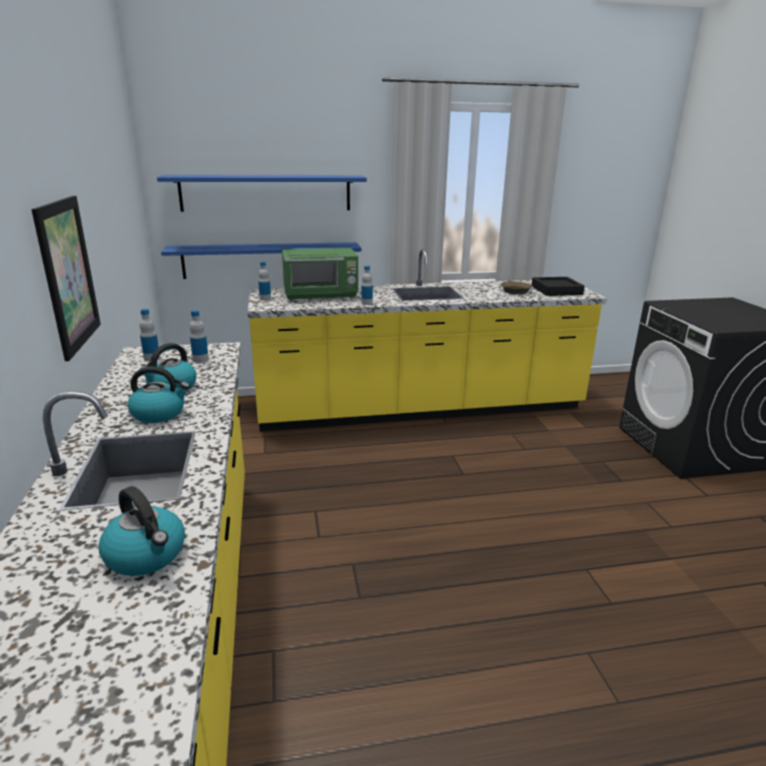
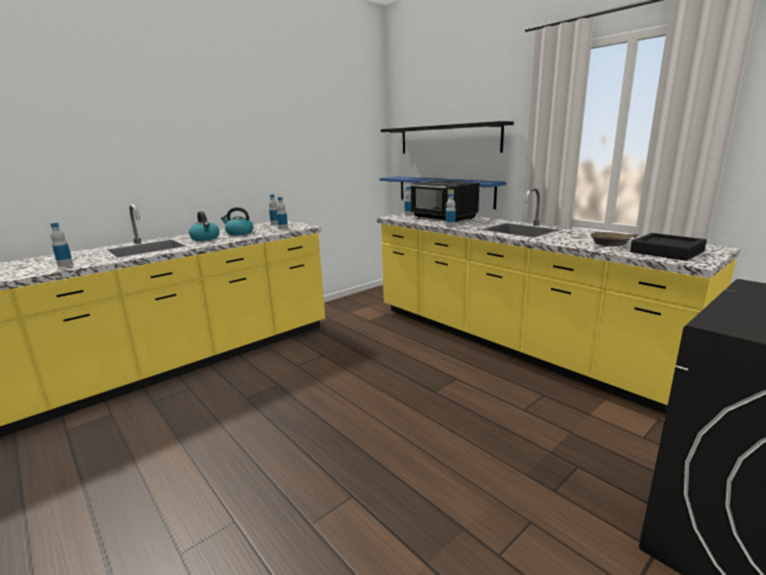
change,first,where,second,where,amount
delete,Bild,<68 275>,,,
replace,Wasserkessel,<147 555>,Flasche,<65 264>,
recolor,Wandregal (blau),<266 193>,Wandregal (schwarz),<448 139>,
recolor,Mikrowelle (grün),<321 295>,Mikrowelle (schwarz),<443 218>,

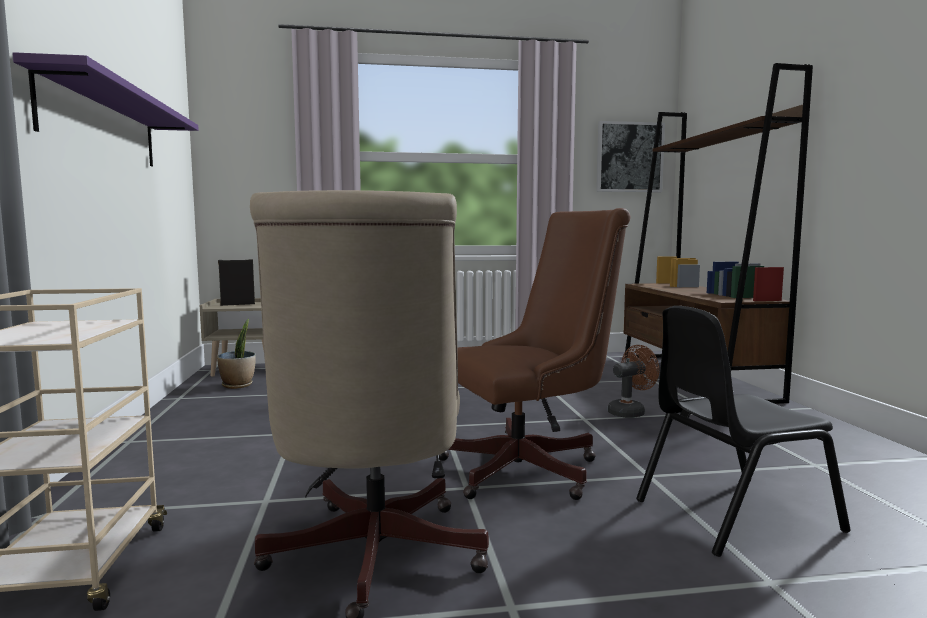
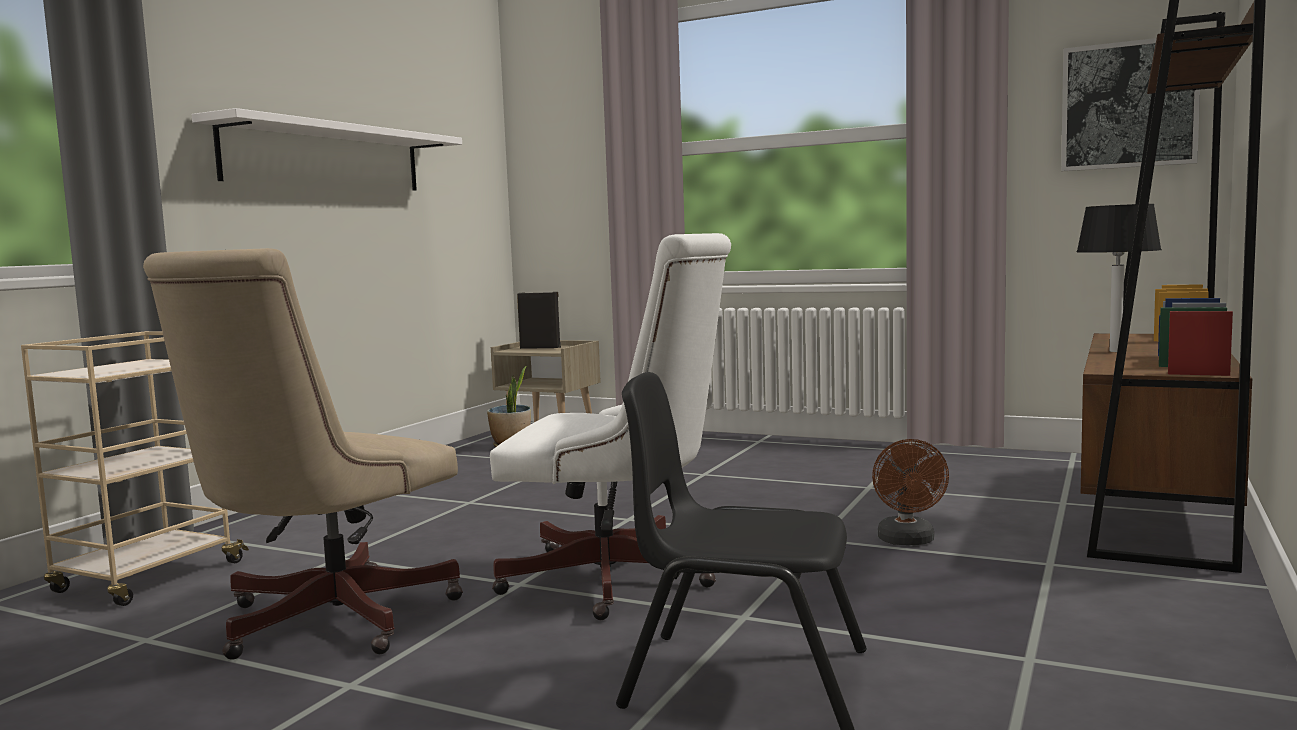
change,first,where,second,where,amount
recolor,Wandregal (lila),<102 124>,Wandregal (weiß),<326 158>,
recolor,Bürostuhl (braun),<530 469>,Bürostuhl (weiß),<621 581>,
rotate,Ventilator (braun),<630 412>,,<908 541>,90 degrees clockwise
insert,,,Tischlampe,<1114 351>,

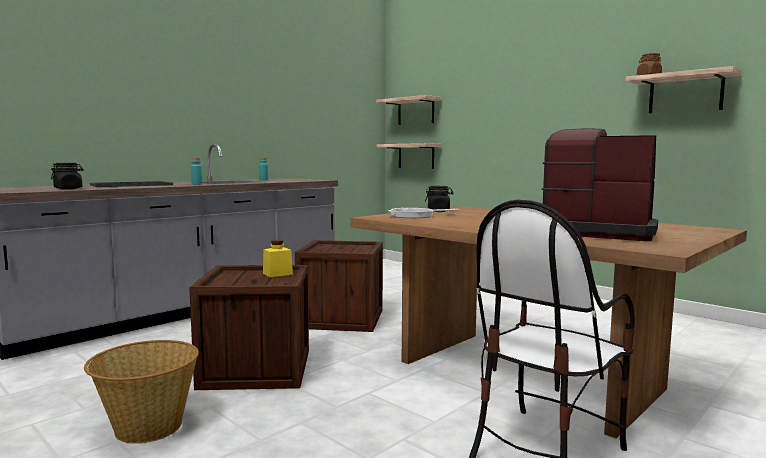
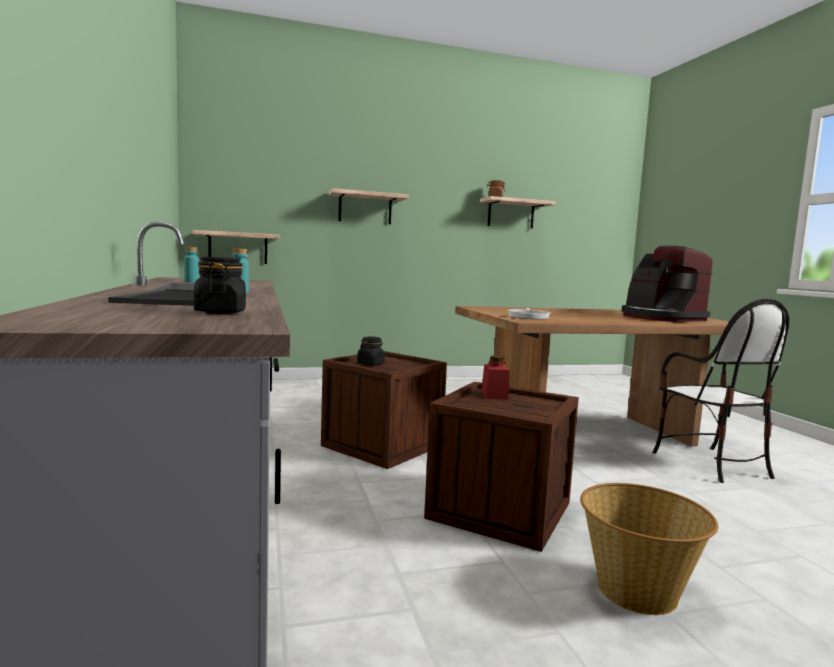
change,first,where,second,where,amount
recolor,Vorratsglas (gelb),<277 274>,Vorratsglas (rot),<494 395>,
move,Wandregal,<416 111>,,<365 208>,
move,Vorratsglas (schwarz),<438 211>,,<371 364>,
rotate,Kaffeemaschine,<596 232>,,<660 318>,90 degrees counterclockwise

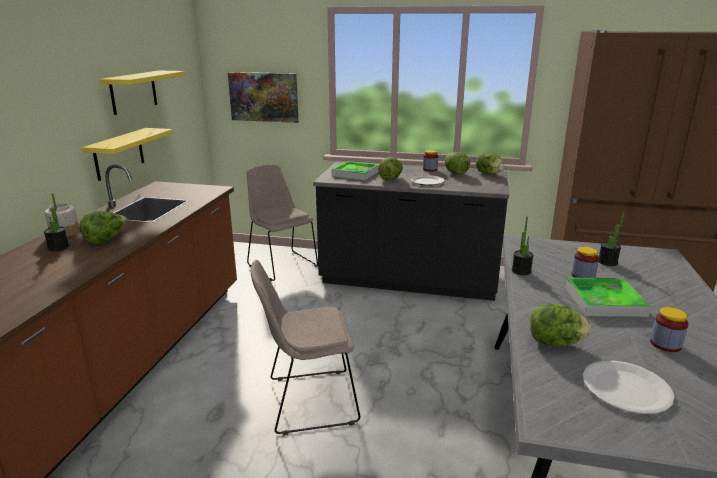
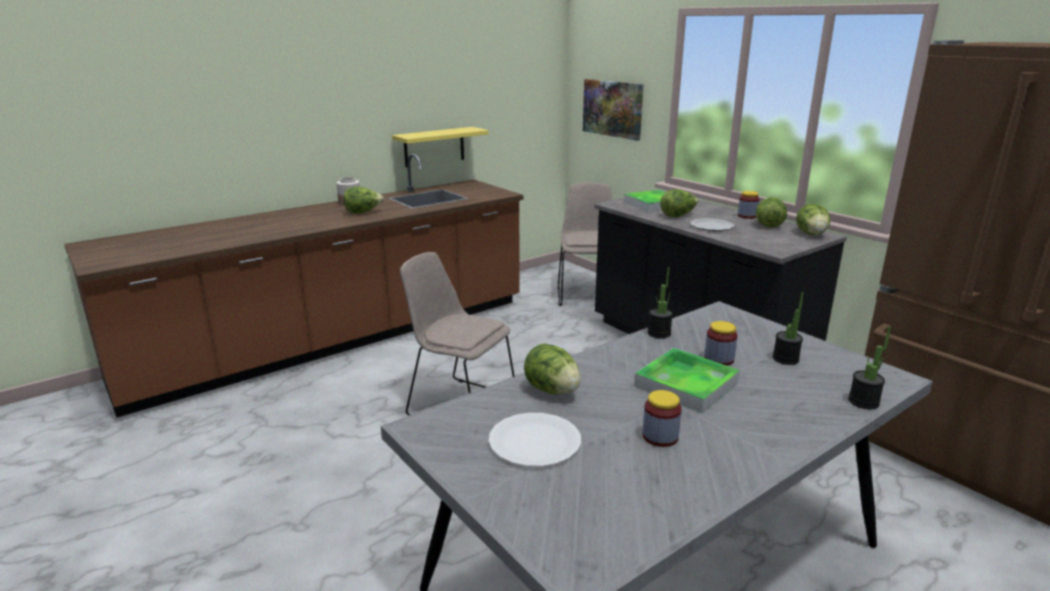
change,first,where,second,where,amount
move,Topfpflanze,<58 247>,,<863 402>,
delete,Wandregal (gelb),<133 92>,,,

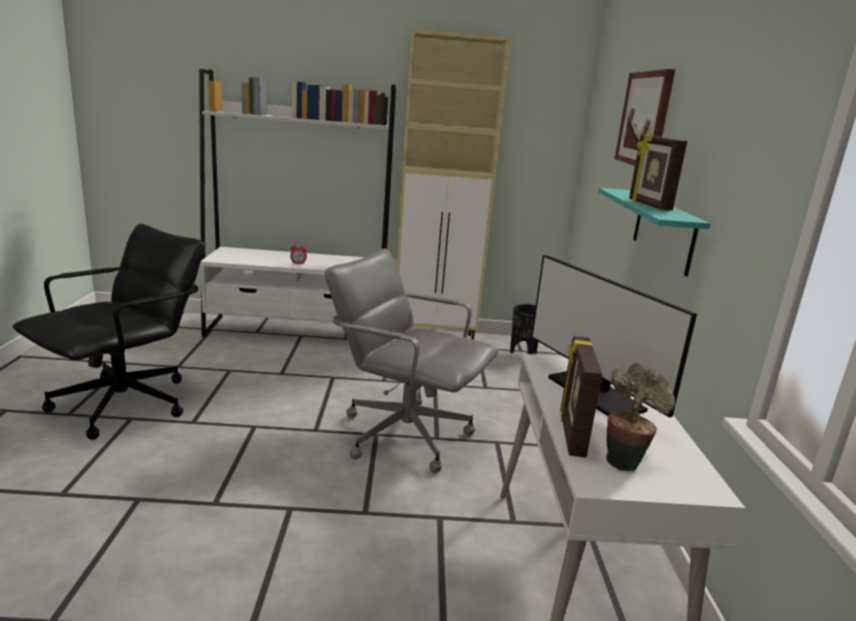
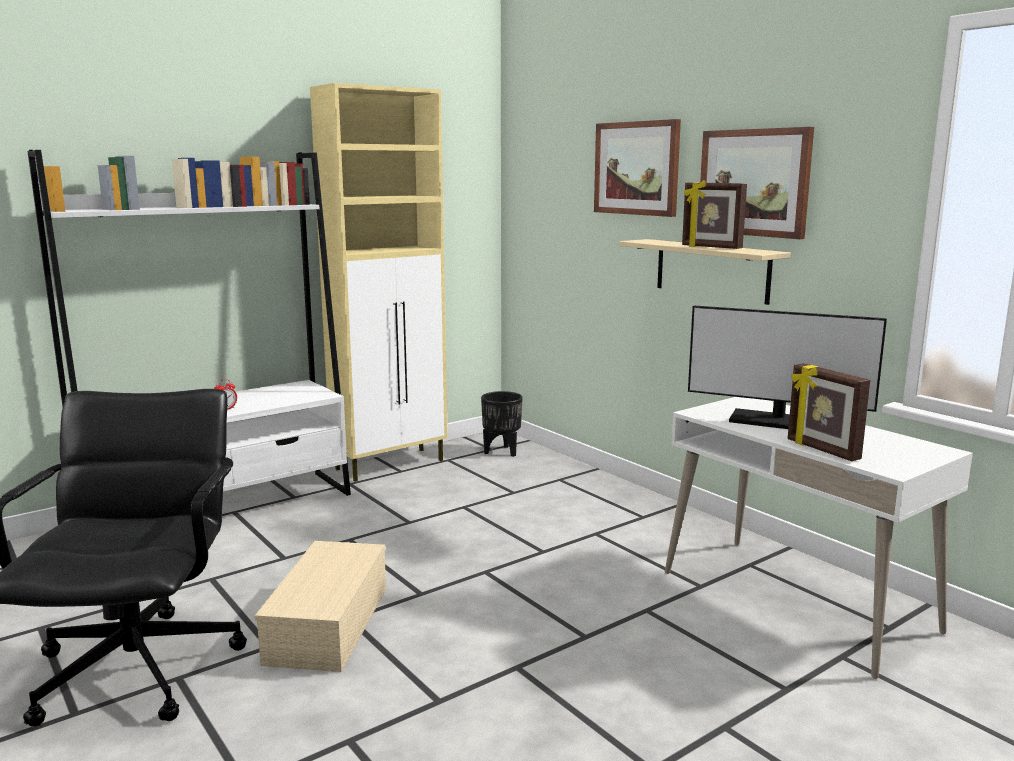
change,first,where,second,where,amount
delete,Bürostuhl (grau),<404 434>,,,
recolor,Wandregal (türkis),<663 230>,Wandregal (beige),<711 270>,
delete,Topfpflanze,<624 460>,,,
insert,,,Aufbewahrungsbox (beige),<329 625>,
insert,,,Bild,<754 182>,

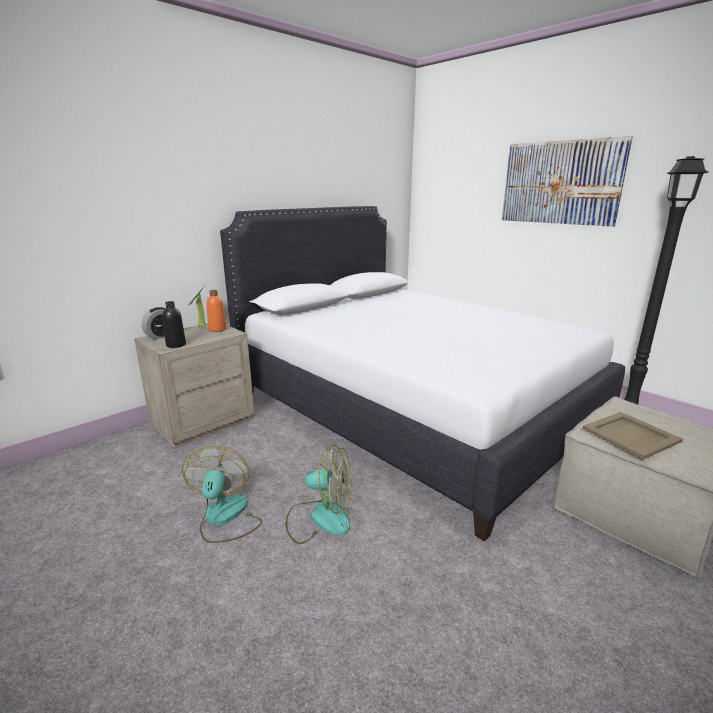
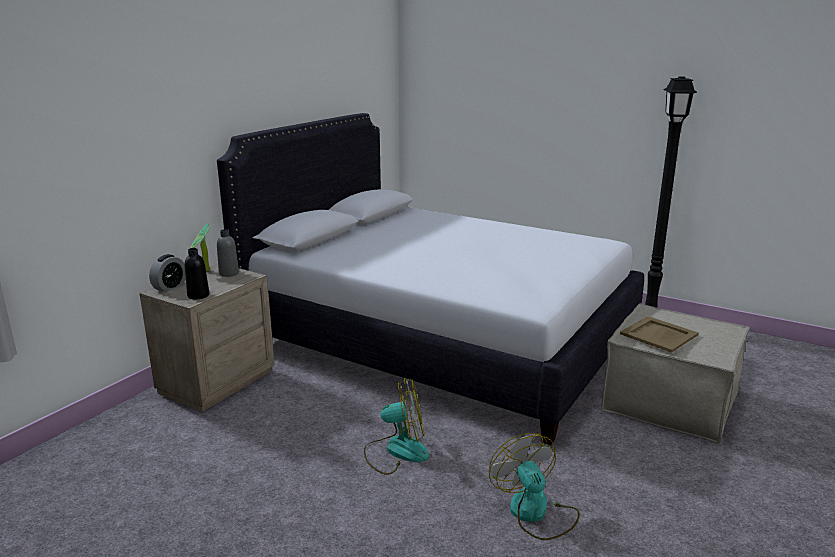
change,first,where,second,where,amount
move,Ventilator,<225 518>,,<535 513>,
recolor,Flasche (orange),<217 329>,Flasche (grau),<229 273>,
delete,Bild,<560 183>,,,

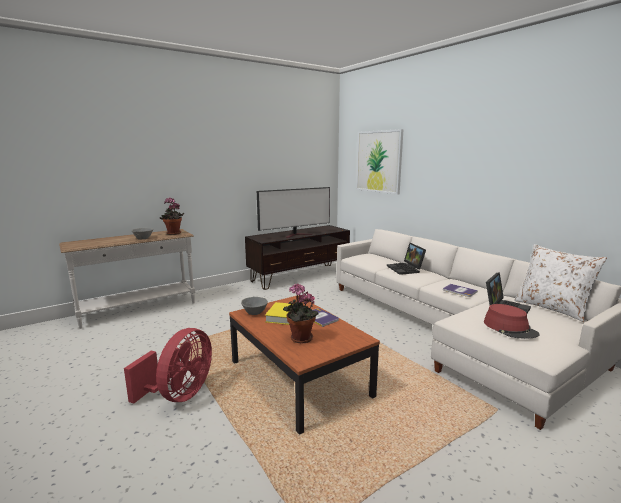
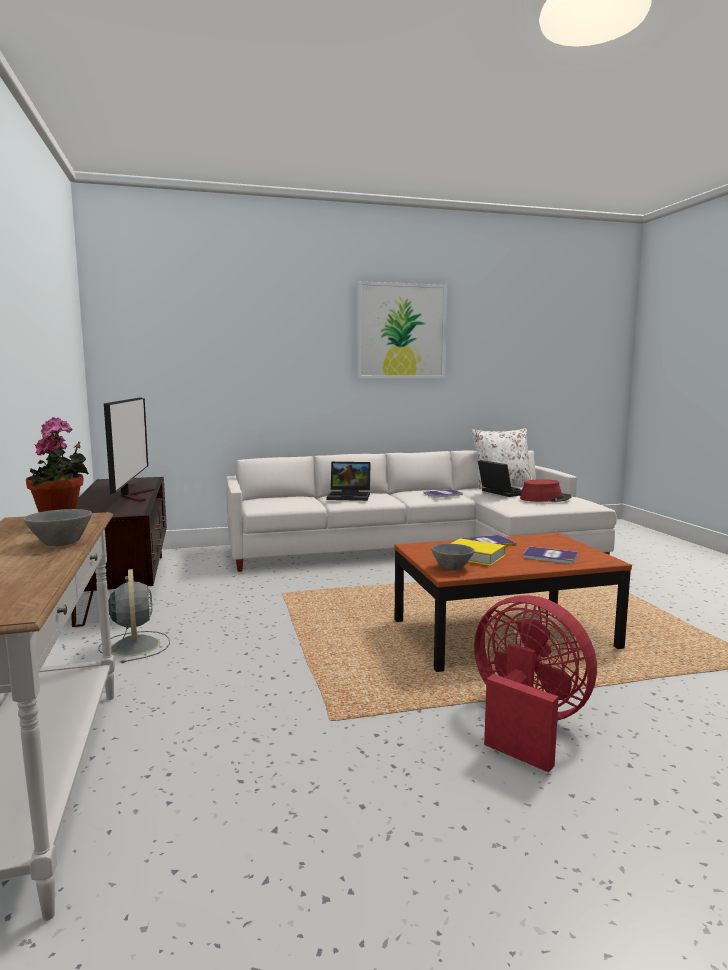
change,first,where,second,where,amount
replace,Topfpflanze,<299 339>,Buch,<550 556>,
move,Bild,<378 161>,,<401 331>,
insert,,,Ventilator (grau),<135 645>,

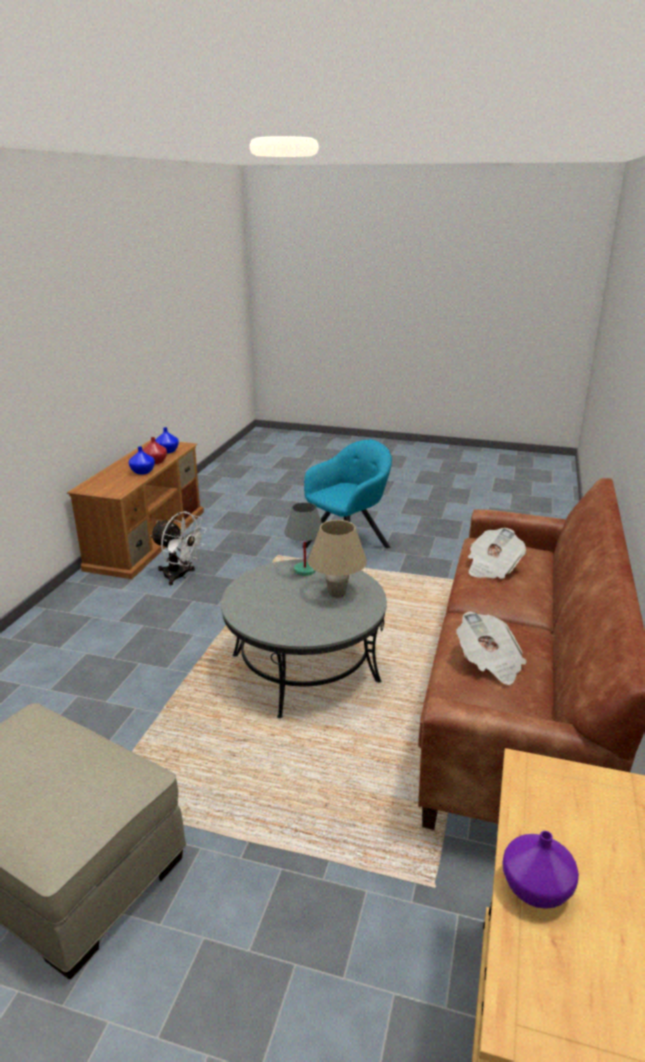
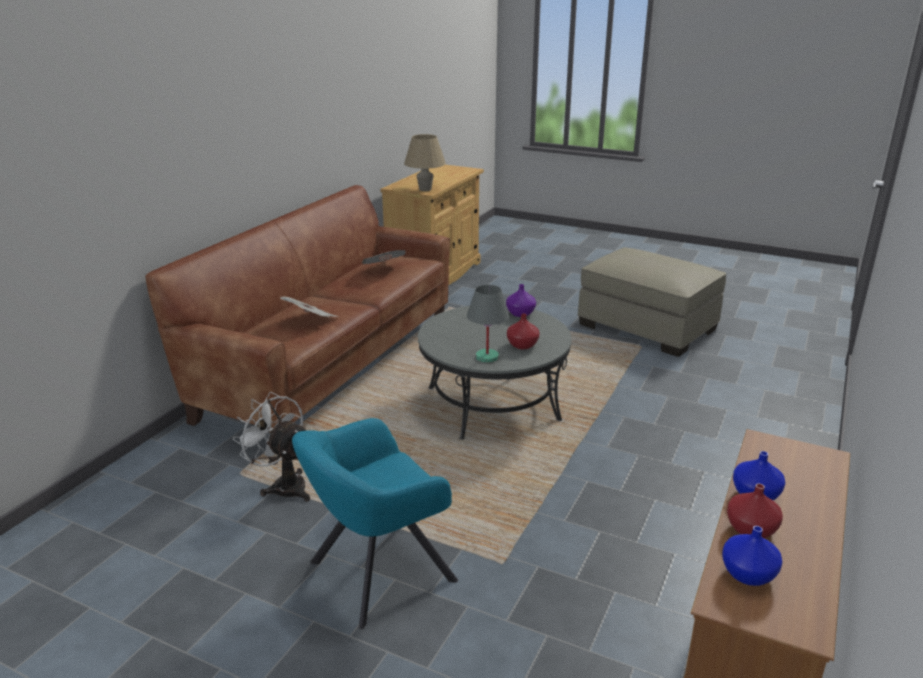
change,first,where,second,where,amount
move,Ventilator (weiß),<180 576>,,<284 485>,
move,Tischlampe (beige),<337 593>,,<425 189>,
move,Vase (lila),<535 889>,,<521 313>,
insert,,,Vase (rot),<522 345>,

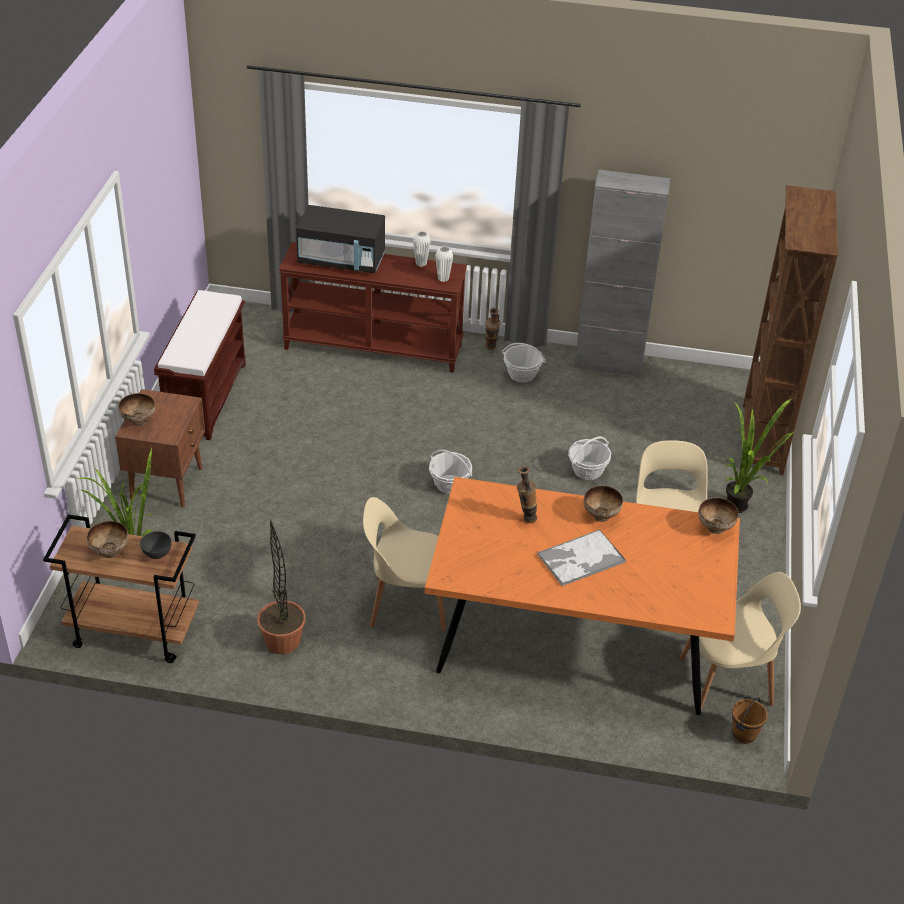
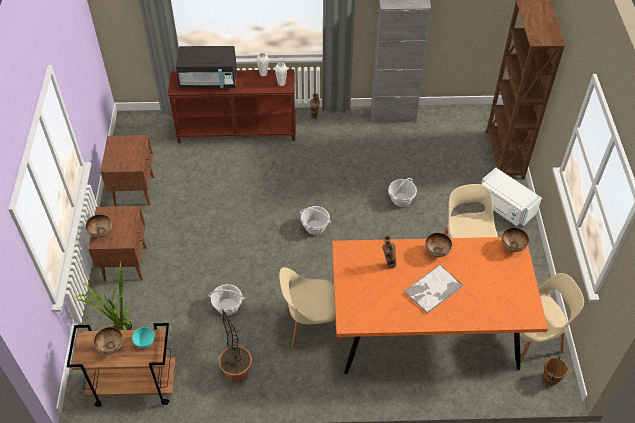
change,first,where,second,where,amount
recolor,Schüssel (grau),<157 553>,Schüssel (türkis),<144 342>,
replace,Bank (braun),<206 397>,Nachttisch (braun),<135 190>,
move,Korb,<522 374>,,<228 306>,
replace,Topfpflanze,<741 506>,Mikrowelle (weiß),<504 207>,

